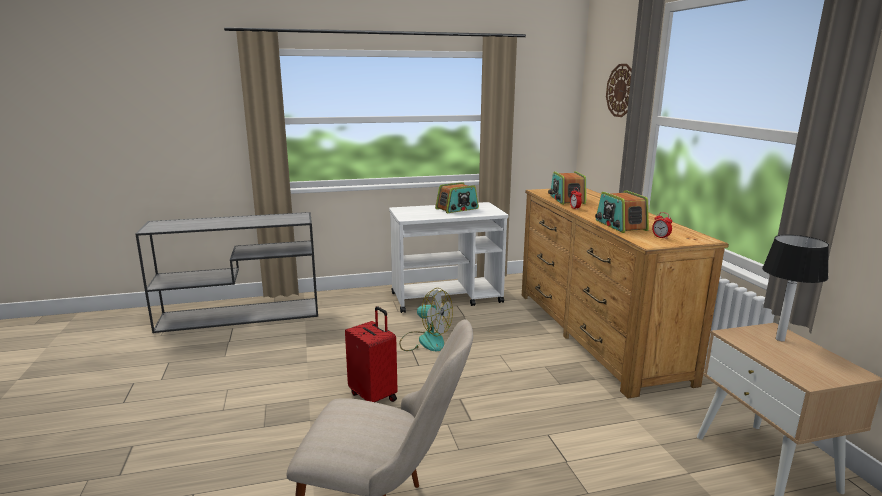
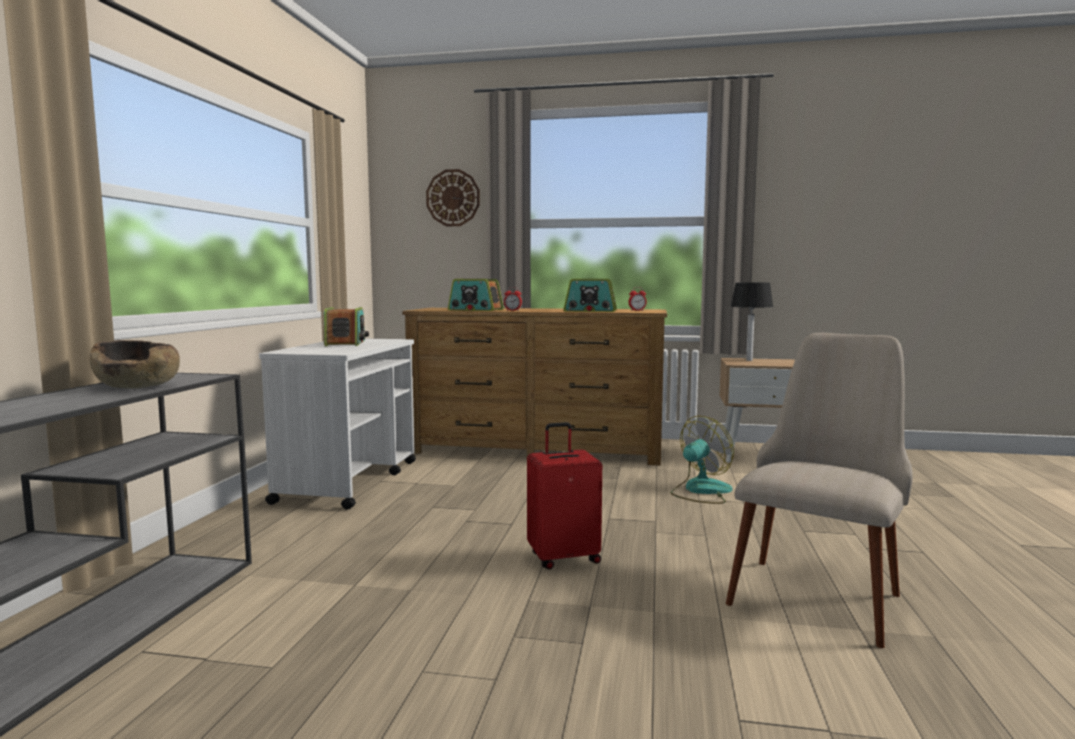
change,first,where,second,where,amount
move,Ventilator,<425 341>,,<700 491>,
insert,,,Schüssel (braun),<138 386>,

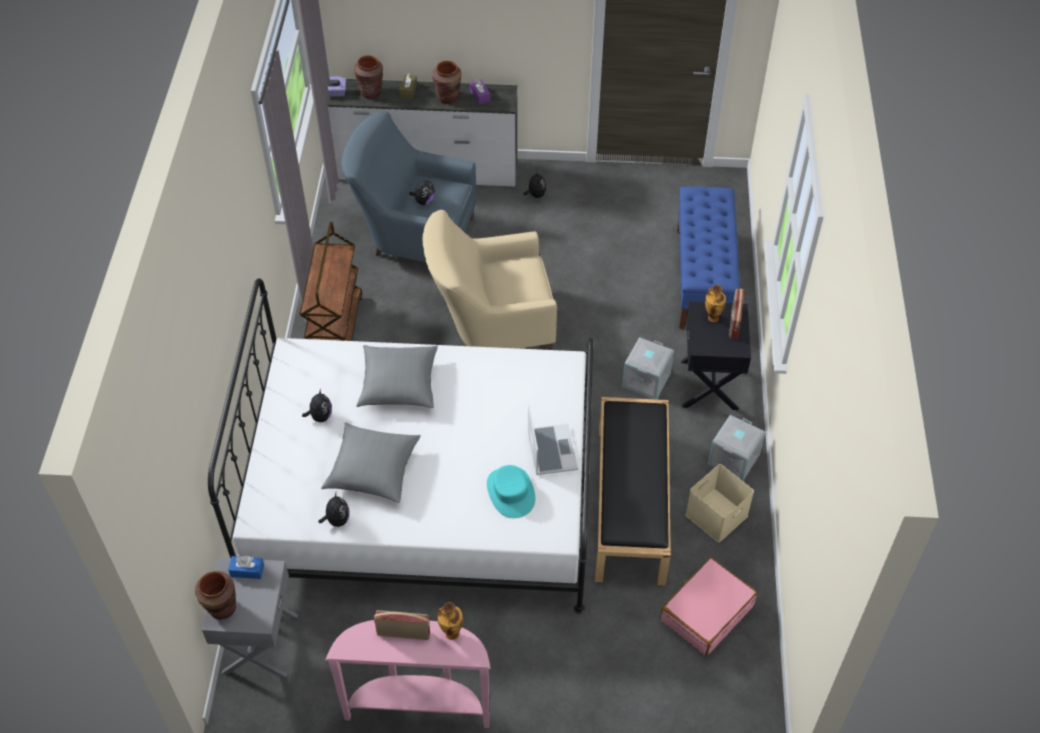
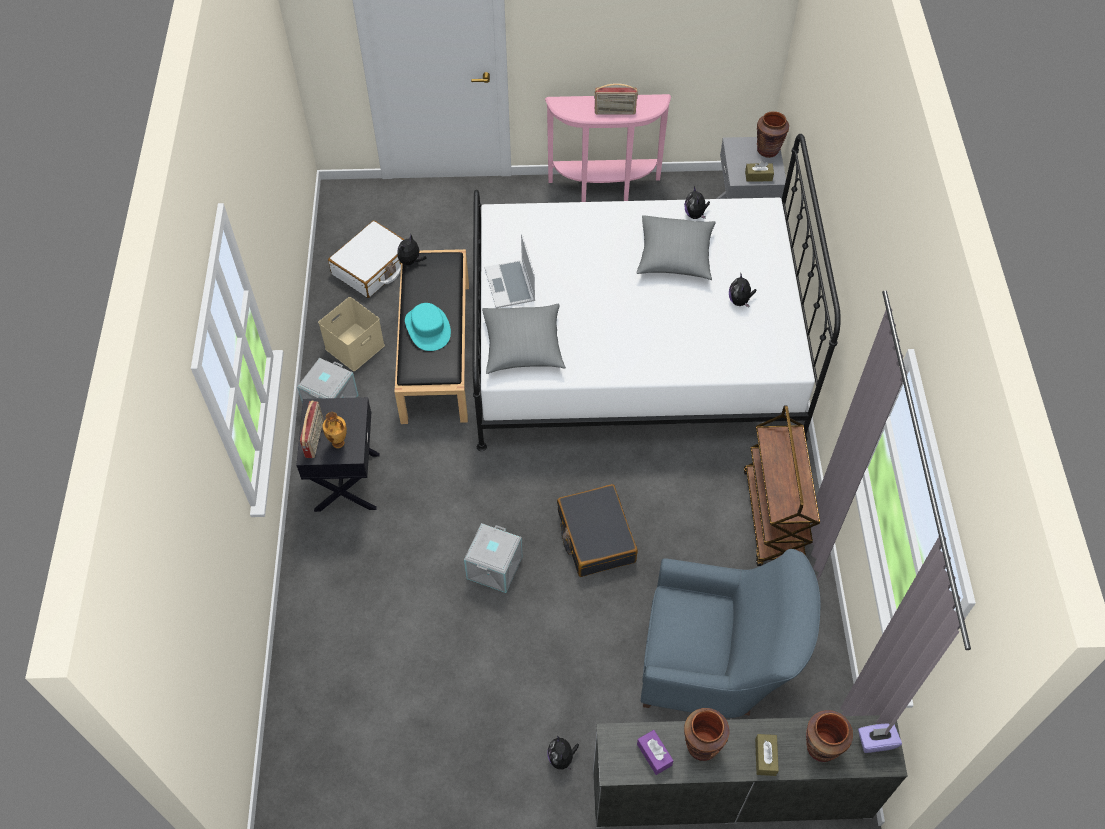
change,first,where,second,where,amount
recolor,Taschentuchbox (blau),<247 570>,Taschentuchbox (braun),<758 176>,
move,Kissen (grau),<398 385>,,<523 346>,
move,Plüschtier,<424 201>,,<411 261>,
replace,Sessel (beige),<491 326>,Koffer (schwarz),<595 537>,
delete,Vase,<451 633>,,,
move,Hut (türkis),<510 492>,,<428 328>,
move,Aufbewahrungsbox (grau),<645 379>,,<495 568>,
recolor,Koffer (rosa),<706 612>,Koffer (weiß),<373 267>,
delete,Bank (blau),<702 279>,,,

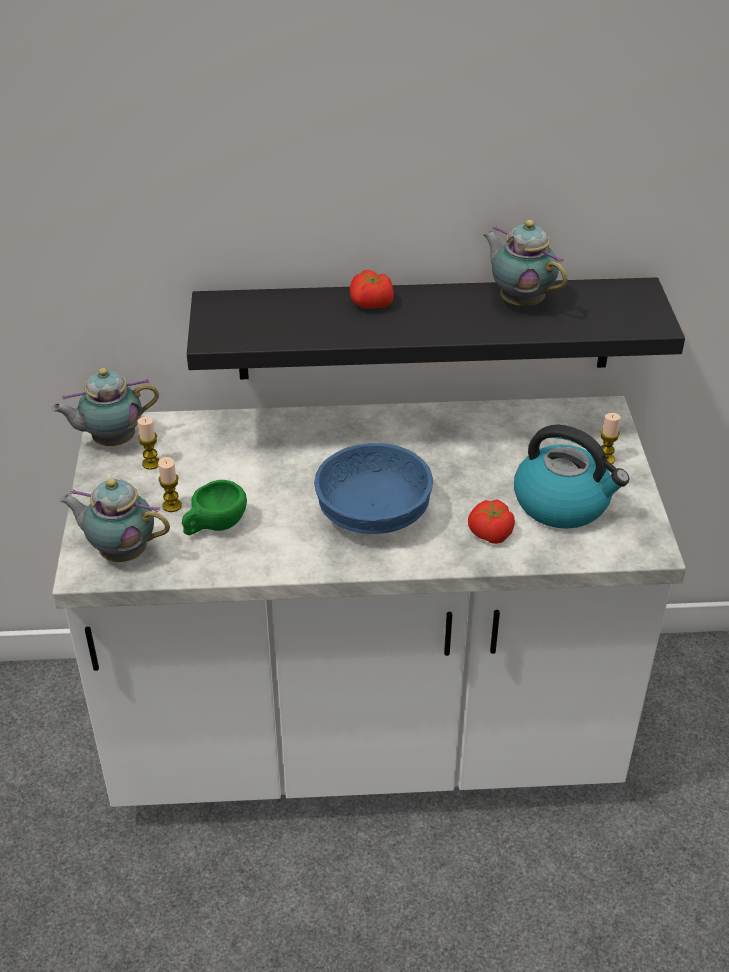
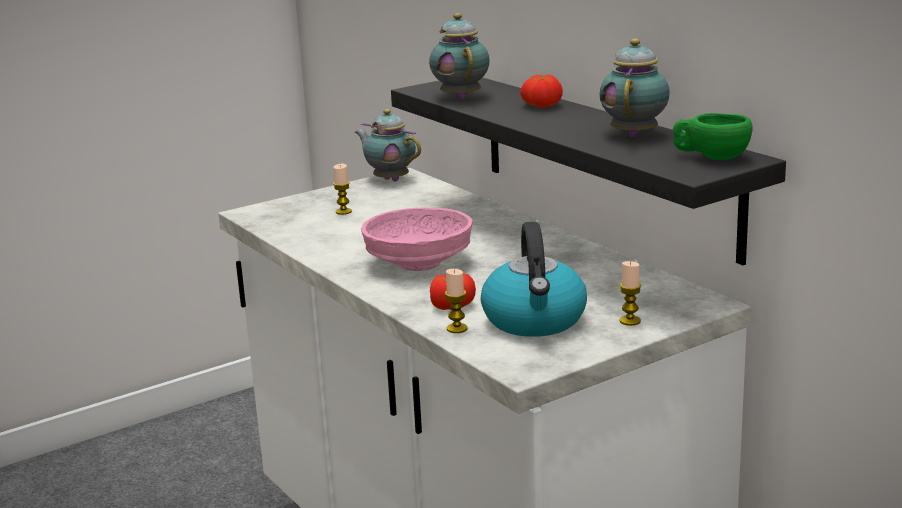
change,first,where,second,where,amount
move,Teekanne,<120 552>,,<460 96>,
move,Kerze,<151 463>,,<457 329>,
move,Tasse (grün),<214 526>,,<711 157>,
recolor,Schüssel (blau),<374 512>,Schüssel (rosa),<420 264>,

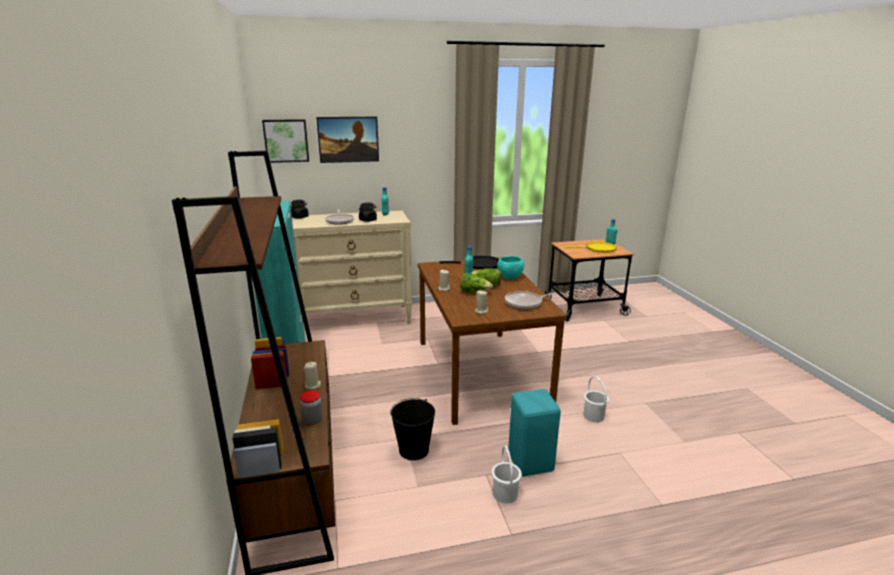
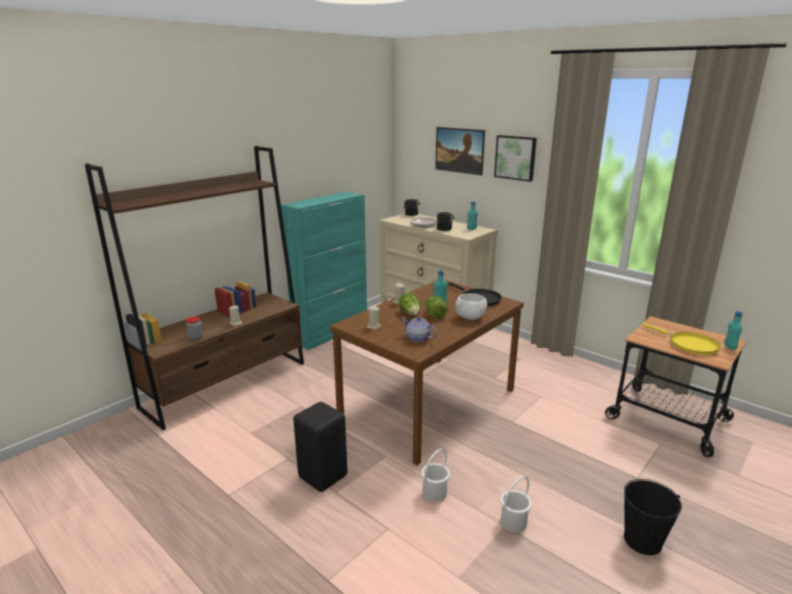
change,first,where,second,where,amount
move,Bild,<286 140>,,<515 157>,
move,Eimer (schwarz),<414 450>,,<643 541>,
move,Eimer (weiß),<504 494>,,<513 522>,
recolor,Schüssel (türkis),<509 277>,Schüssel (weiß),<469 317>,
replace,Pfanne,<525 303>,Teekanne,<418 338>,
recolor,Hocker (türkis),<530 463>,Hocker (schwarz),<321 476>,

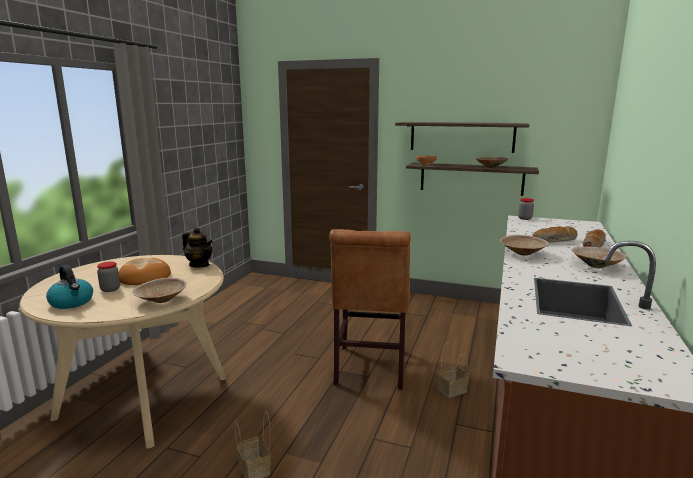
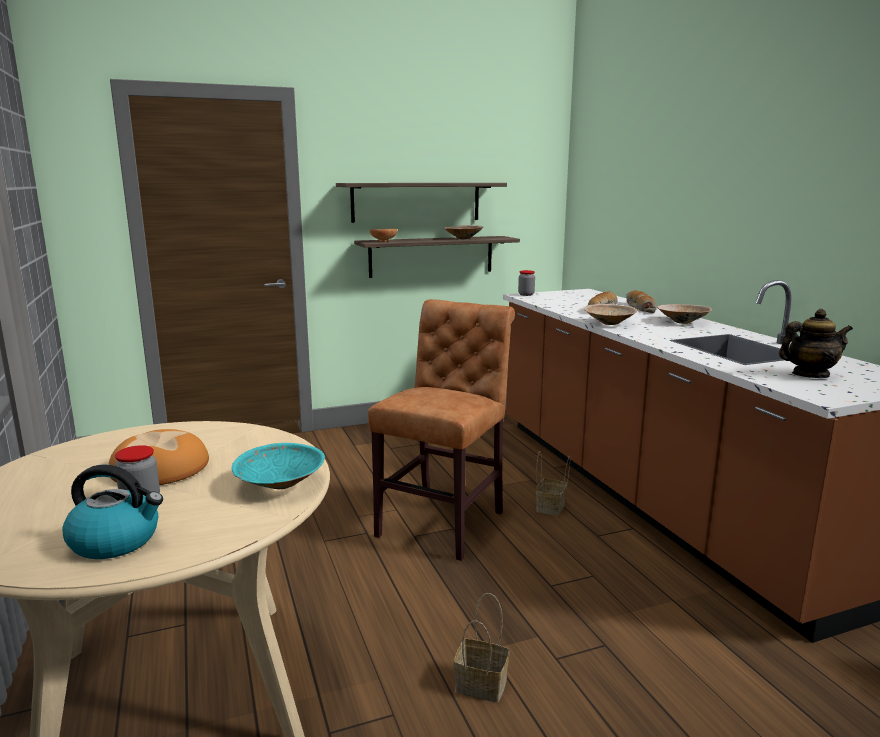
change,first,where,second,where,amount
recolor,Schüssel (beige),<161 300>,Schüssel (türkis),<279 485>,
move,Teekanne,<199 265>,,<809 375>,
rotate,Stuhl (braun),<370 370>,,<445 521>,120 degrees counterclockwise

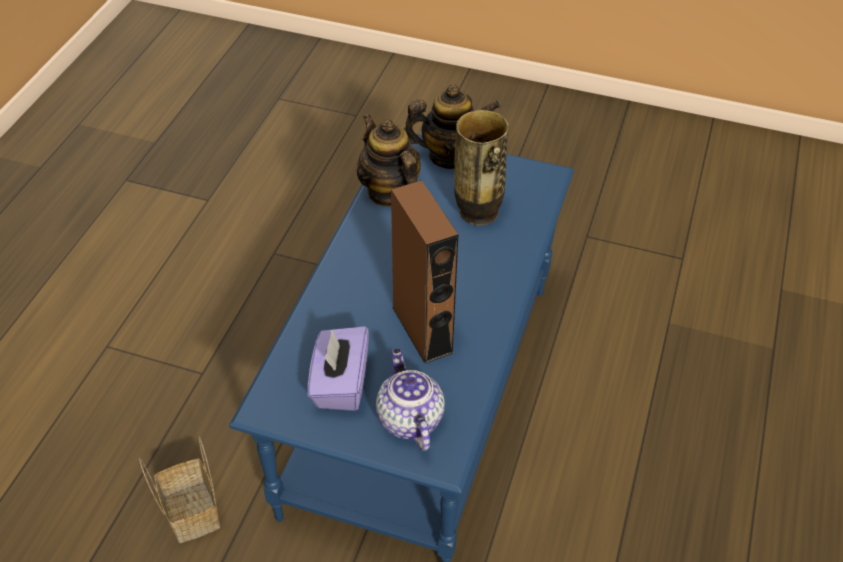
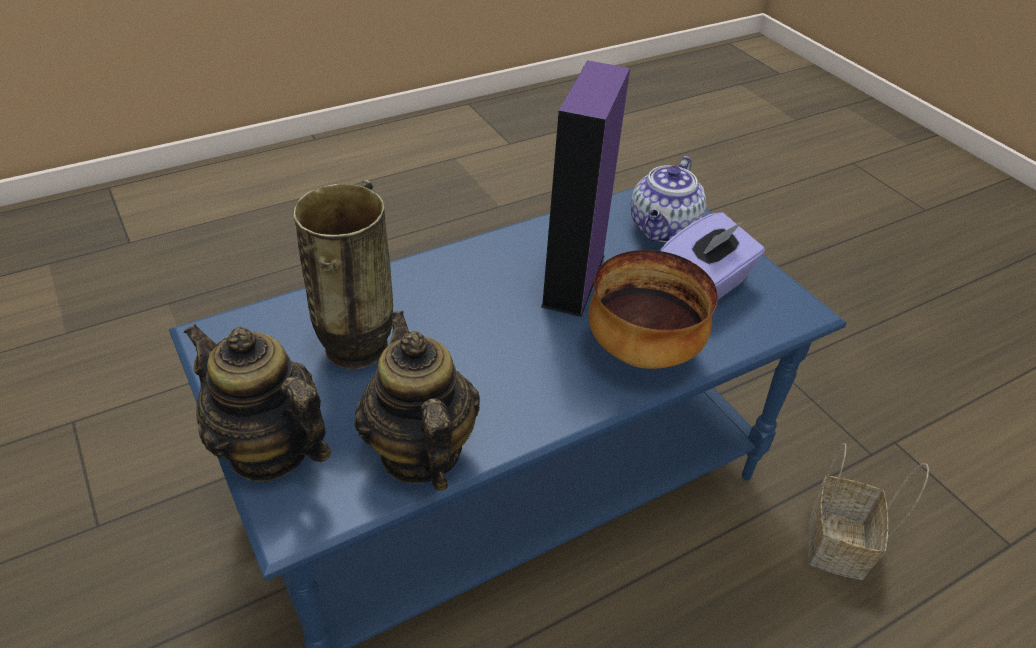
change,first,where,second,where,amount
rotate,Teekanne,<389 192>,,<419 452>,150 degrees clockwise
recolor,Lautsprecher (braun),<422 329>,Lautsprecher (lila),<573 280>,
insert,,,Schüssel,<643 351>,

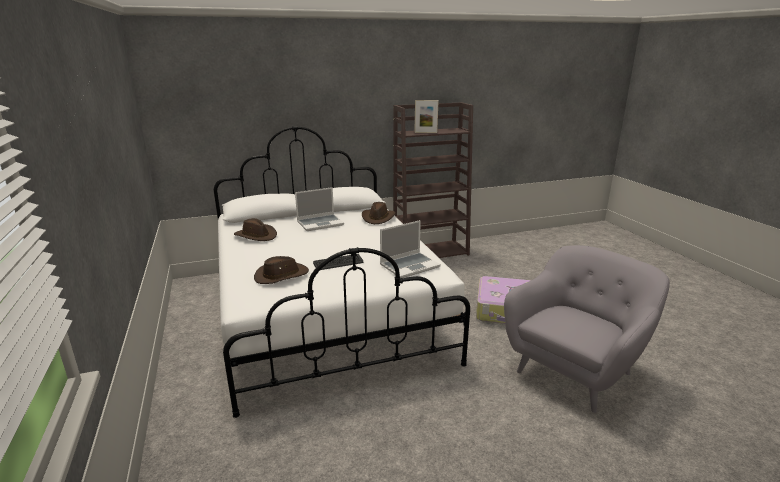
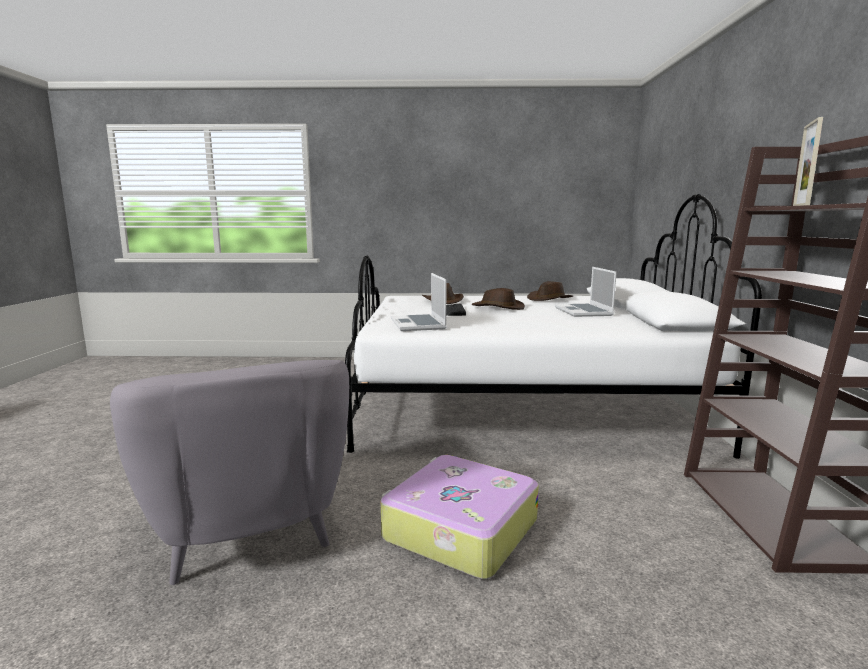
change,first,where,second,where,amount
move,Hut (braun),<378 218>,,<498 307>,

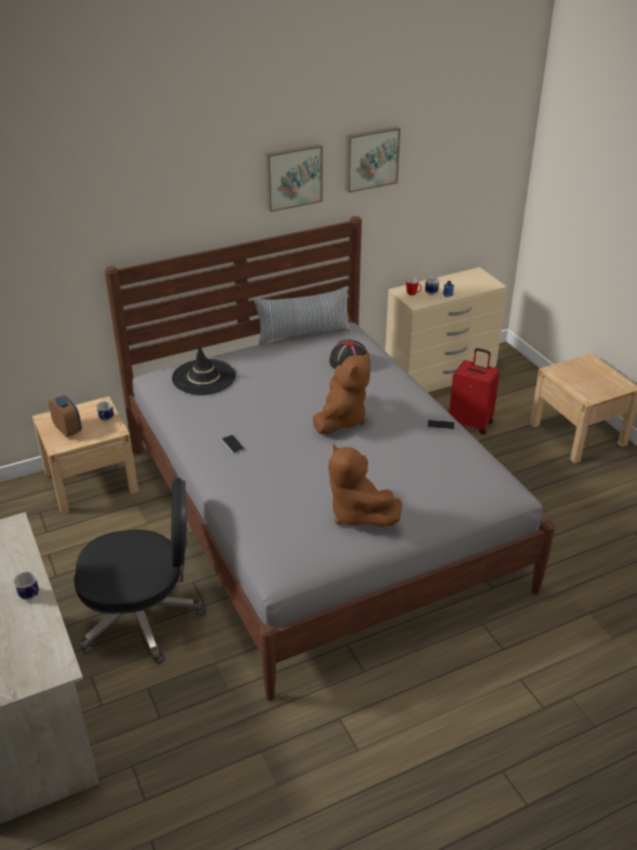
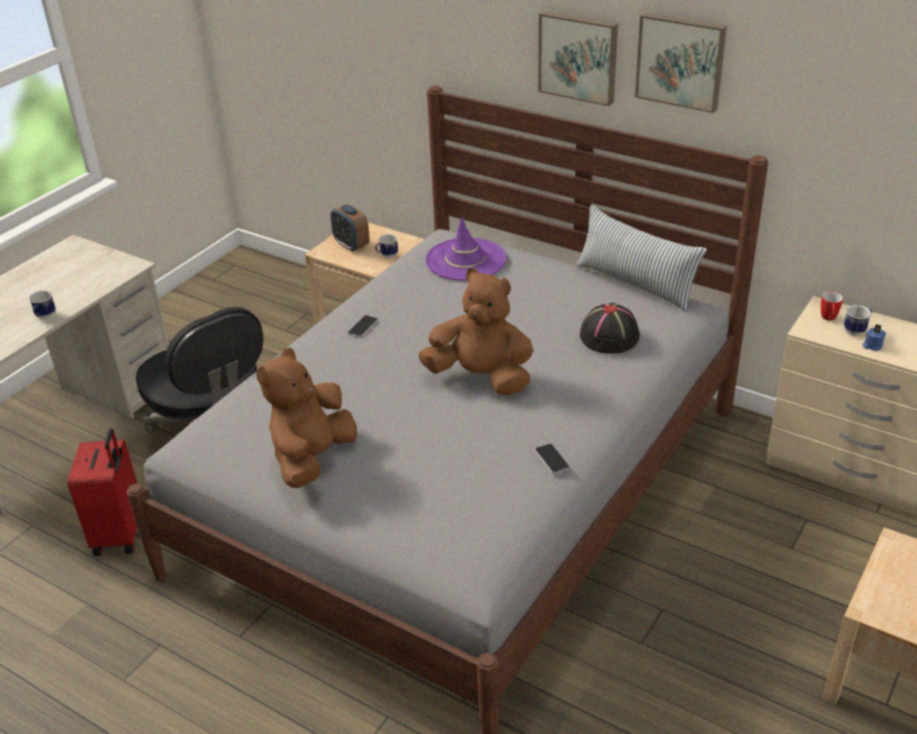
change,first,where,second,where,amount
rotate,Wecker,<68 430>,,<351 245>,120 degrees clockwise
recolor,Hut (schwarz),<204 377>,Hut (lila),<466 260>,
rotate,Plüschtier (braun),<341 420>,,<481 377>,150 degrees counterclockwise
move,Bild,<370 158>,,<578 57>,
move,Koffer (rot),<471 423>,,<121 534>,

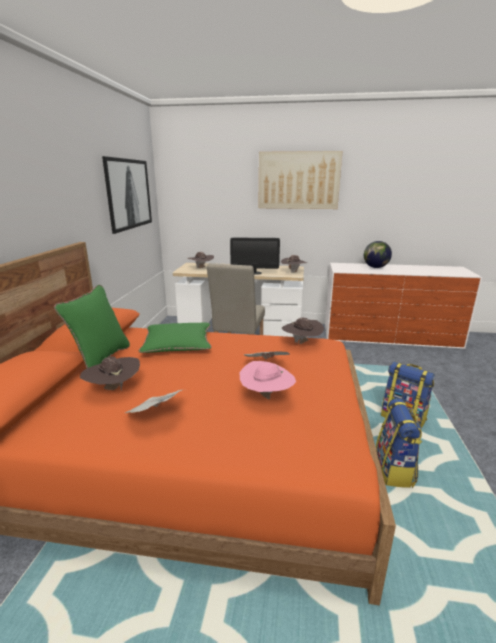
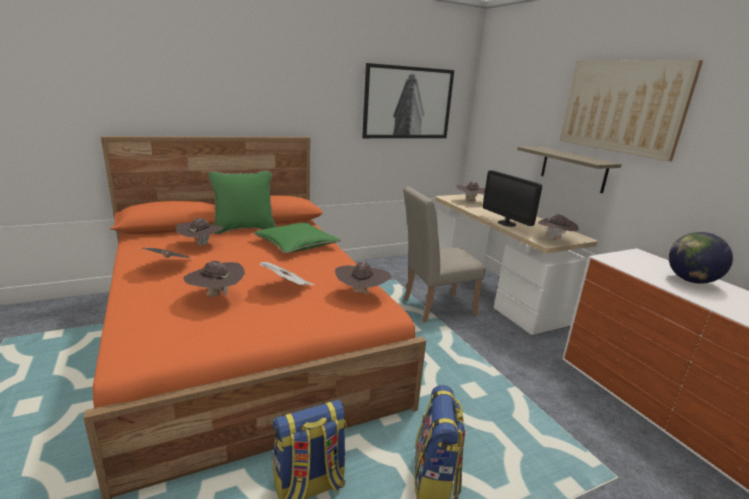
change,first,where,second,where,amount
recolor,Hut (rosa),<266 397>,Hut (braun),<216 296>,
insert,,,Wandregal,<573 169>,

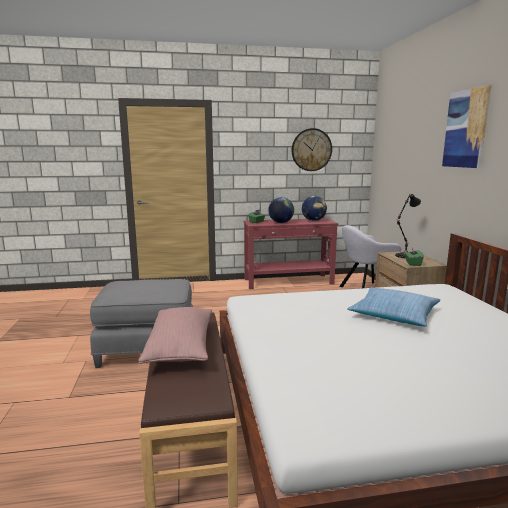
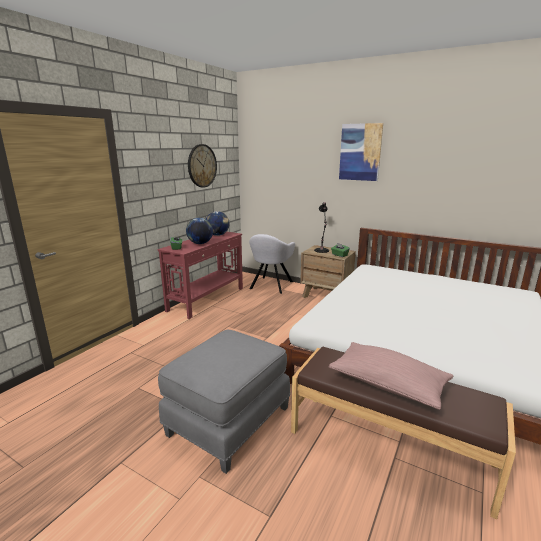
change,first,where,second,where,amount
delete,Kissen,<394 314>,,,

